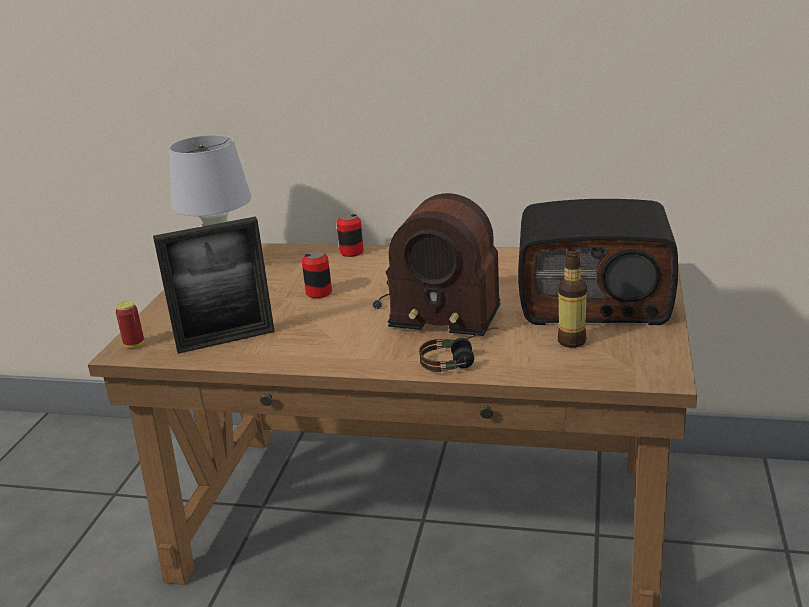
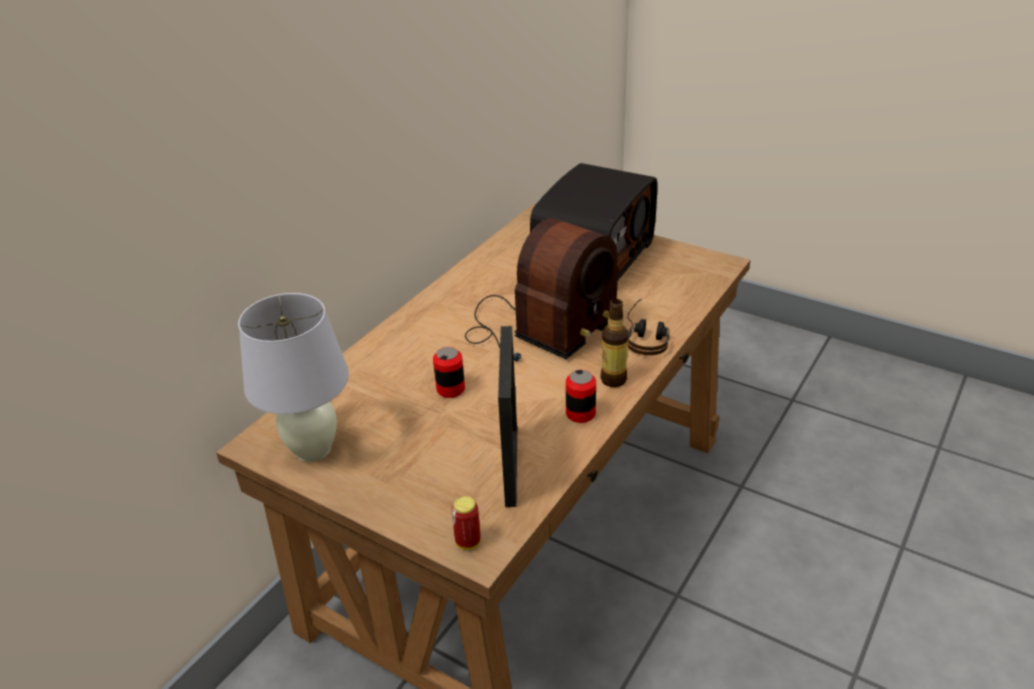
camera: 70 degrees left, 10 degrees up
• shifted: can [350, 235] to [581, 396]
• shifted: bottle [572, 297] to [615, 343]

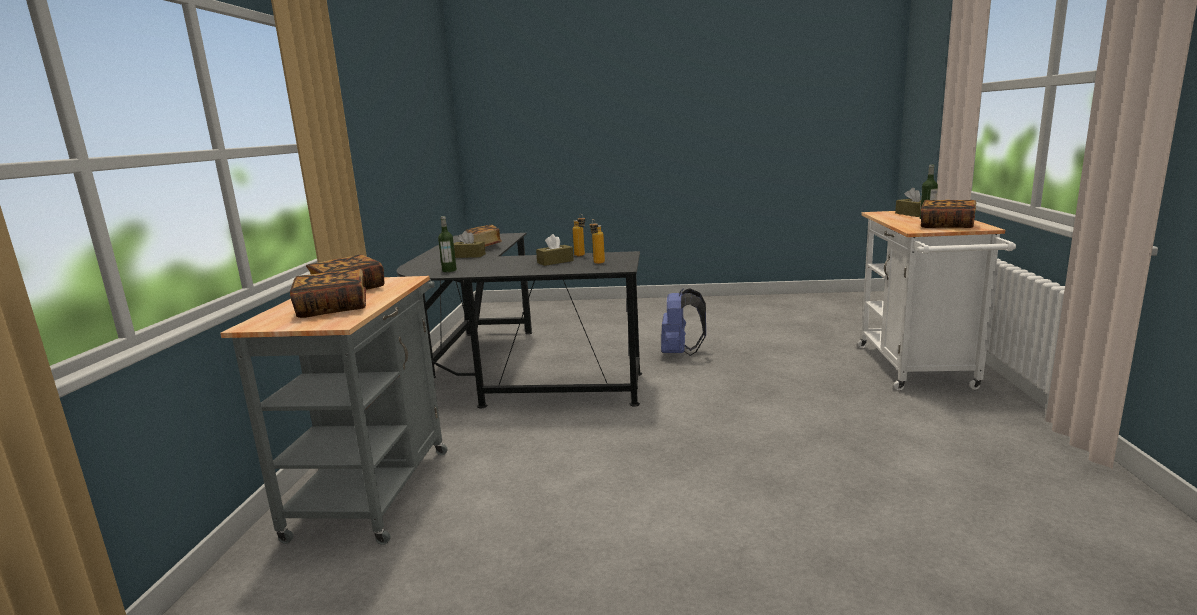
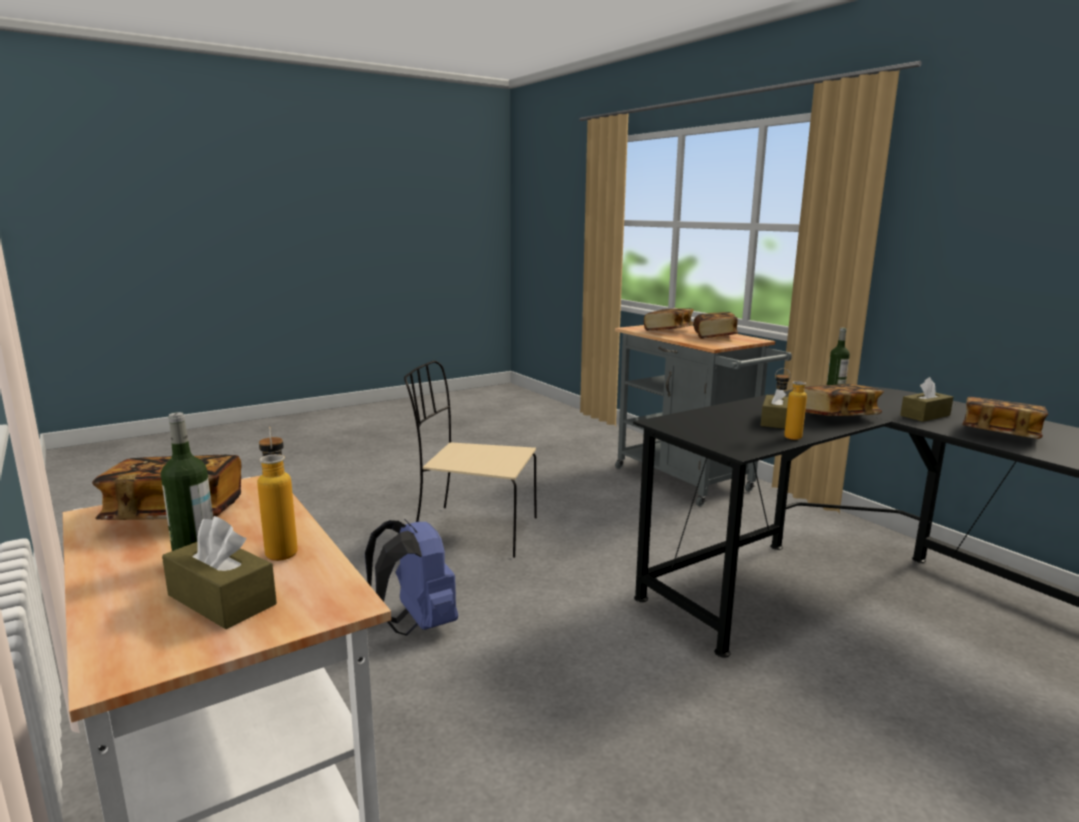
camera: 140 degrees right, 0 degrees up
• new: chair (beige) [470, 459]
• new: book [844, 400]
• shifted: bottle [597, 242] to [277, 494]
• shifted: backpack (blue) [683, 322] to [411, 577]

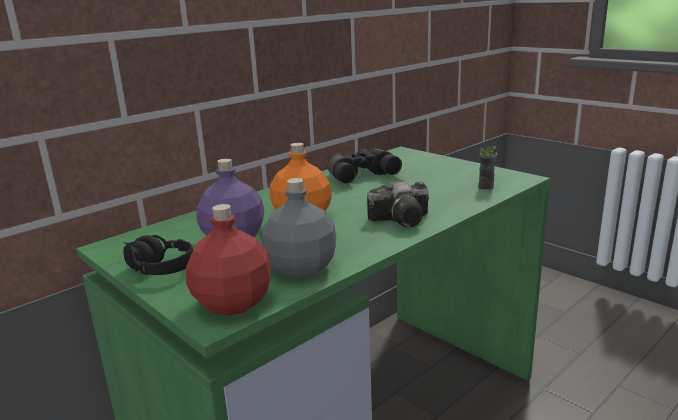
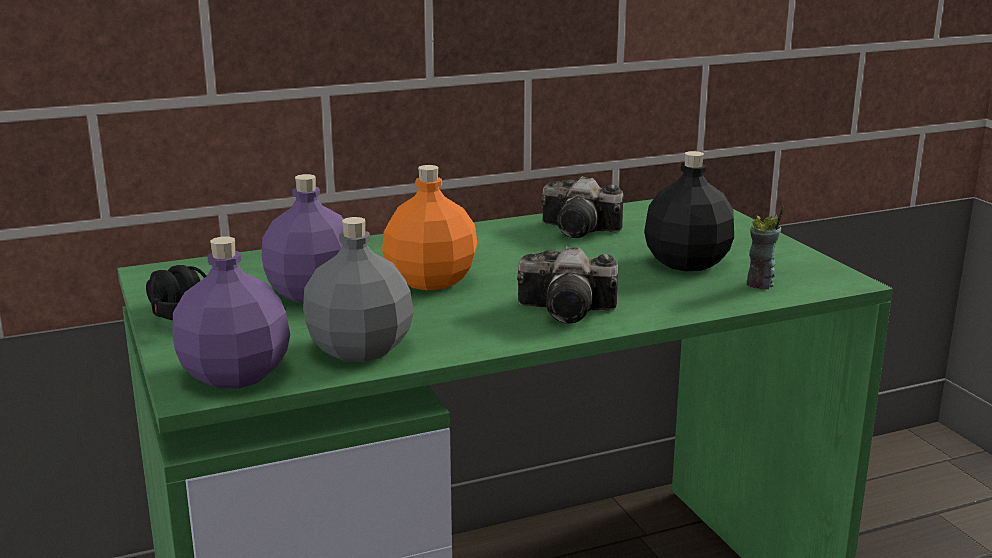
camera: 20 degrees right, 0 degrees up
• new: bottle (black) [689, 211]
• swapped: binoculars (black) [364, 166] to photo camera [582, 207]
• repainted: bottle (red) [228, 259] to bottle (purple) [231, 313]

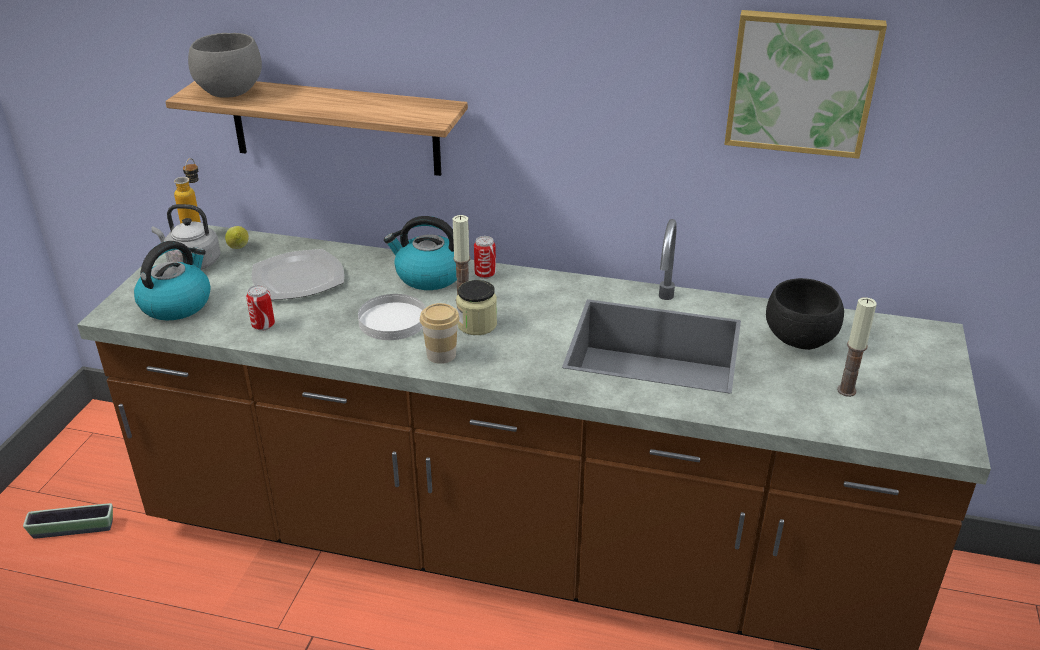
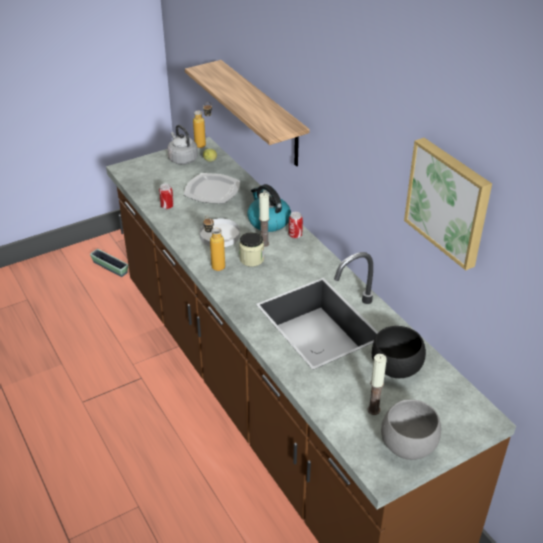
camera: 45 degrees right, 5 degrees up
• gone: kettle [172, 281]
• shifted: bowl (grey) [225, 65] to [411, 429]
• swapped: cup [440, 333] to bottle [214, 243]

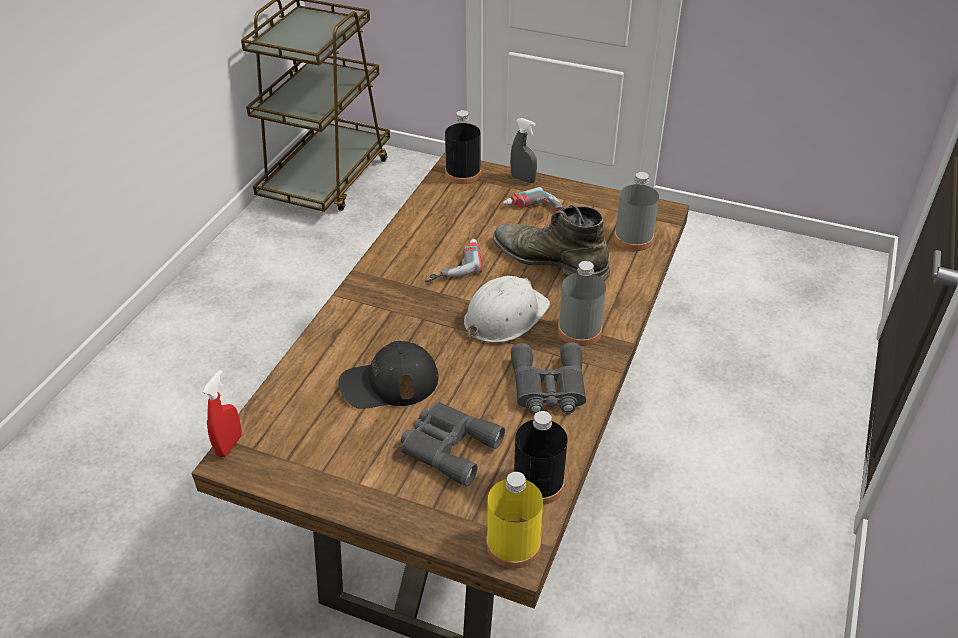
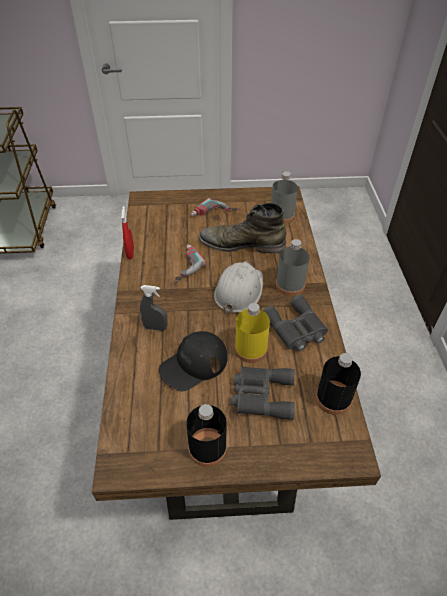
camera: 25 degrees left, 5 degrees up
• shifted: spray bottle (red) [222, 413] to [127, 232]
• shifted: bottle (black) [463, 147] to [206, 435]
• shifted: bottle (yellow) [514, 520] to [252, 333]
• shifted: spray bottle (grey) [523, 150] to [153, 308]

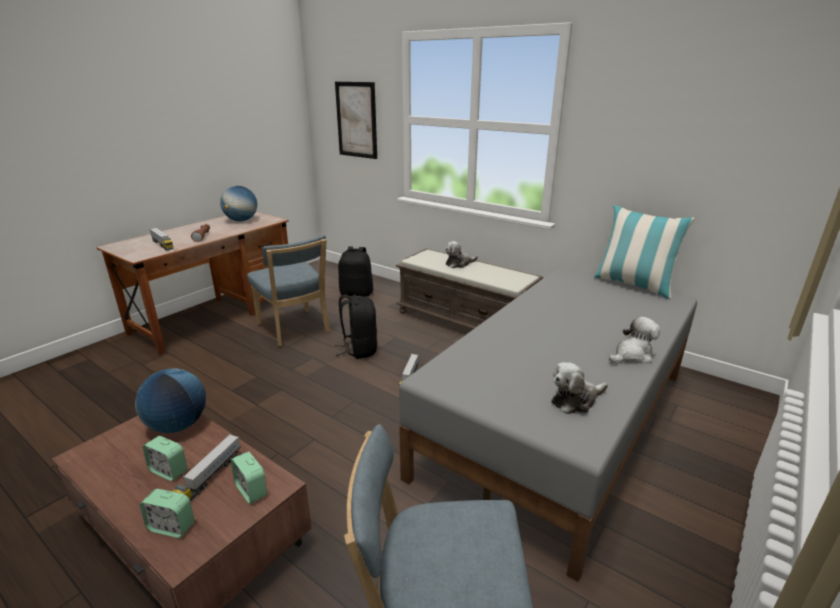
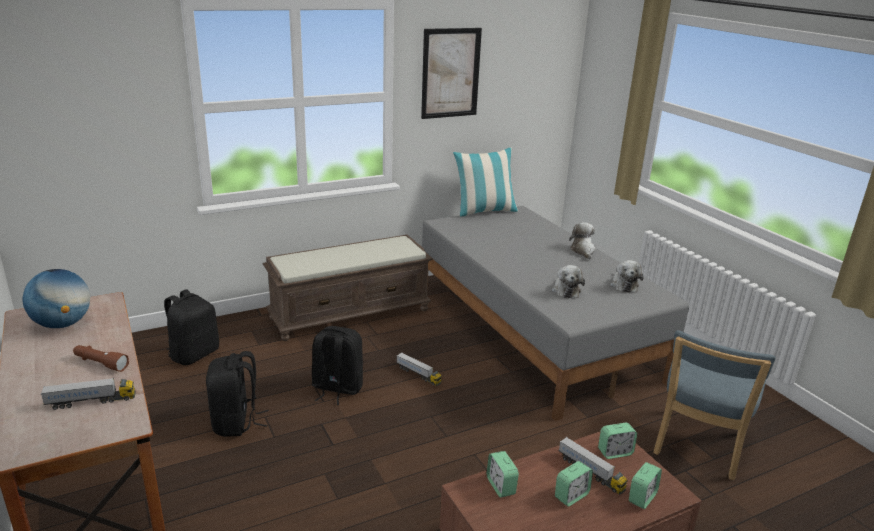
camera: 65 degrees left, 0 degrees up
• shifted: picture [356, 120] to [451, 73]
• shifted: plush toy [461, 254] to [568, 281]
• swapped: globe [170, 401] to alarm clock [503, 474]
• swapped: chair (blue) [288, 290] to backpack (black) [237, 394]

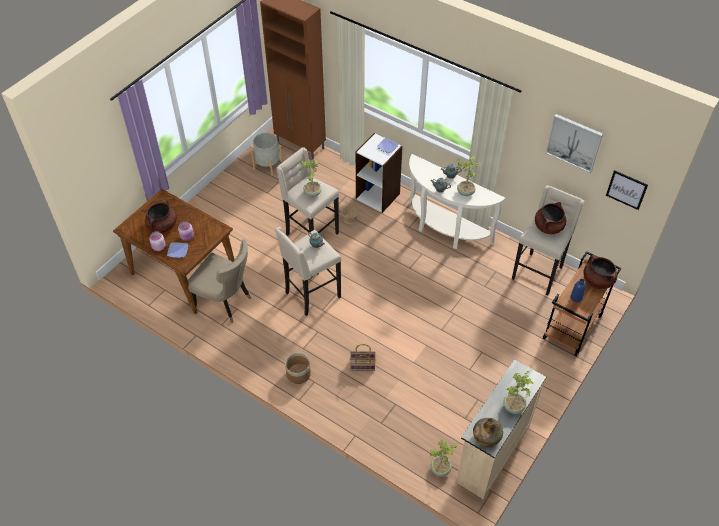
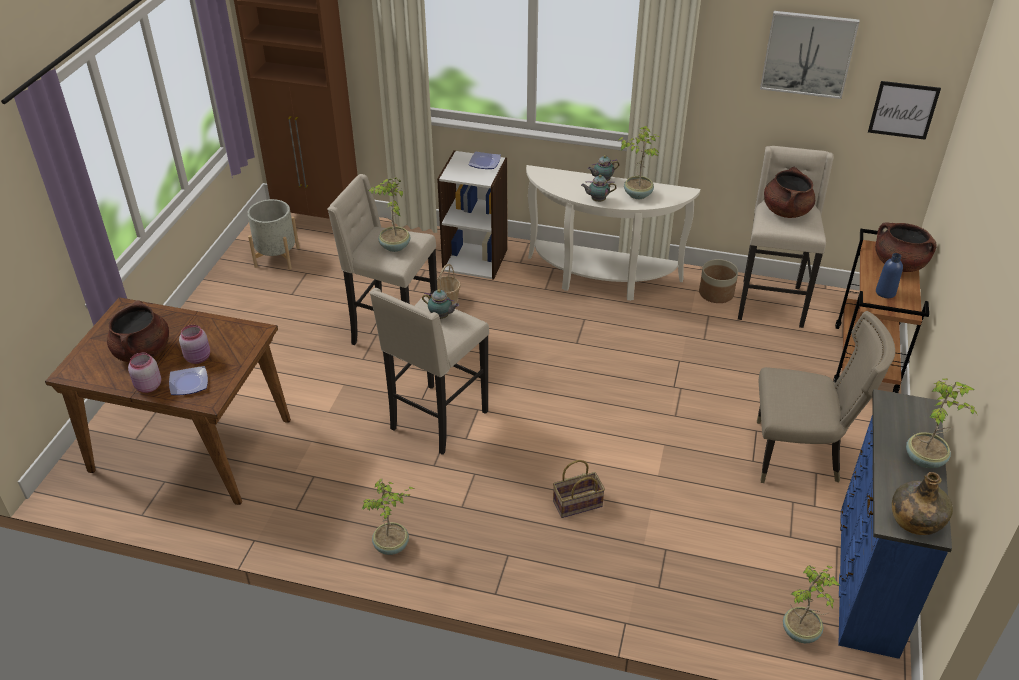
camera: 20 degrees left, 10 degrees down
• new: potted plant [388, 516]
• shifted: chair (beige) [219, 281] to [826, 397]
• shifted: planter [298, 368] to [718, 281]
• repainted: dresser (beige) [501, 429] to dresser (blue) [895, 524]

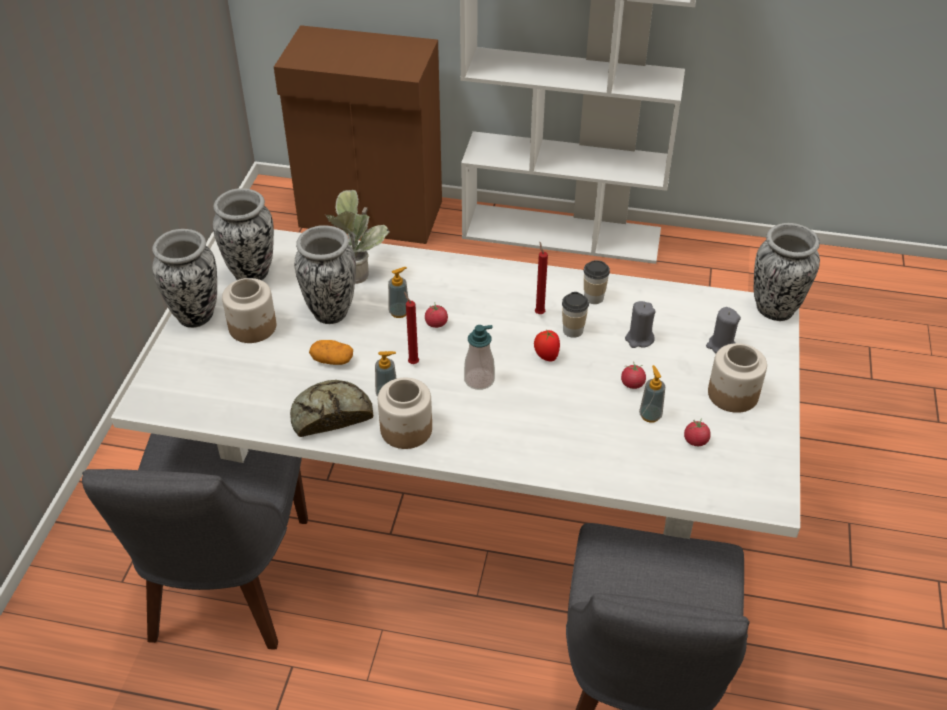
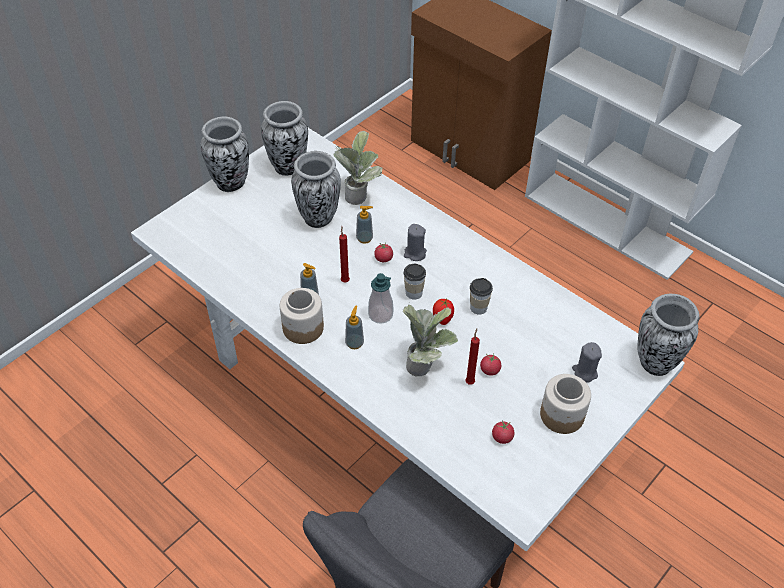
camera: 30 degrees right, 5 degrees up
• gone: chair (grey) [195, 541]
• gone: jar [249, 310]
• gone: bread [331, 408]
• gone: potato [331, 352]
• new: potted plant [430, 339]
• shifted: candle (red) [541, 278] to [472, 356]
• shifted: cup [597, 282] to [415, 282]
• shifted: candle (grey) [640, 324] to [415, 242]
• shifted: soap dispenser [652, 394] to [354, 327]

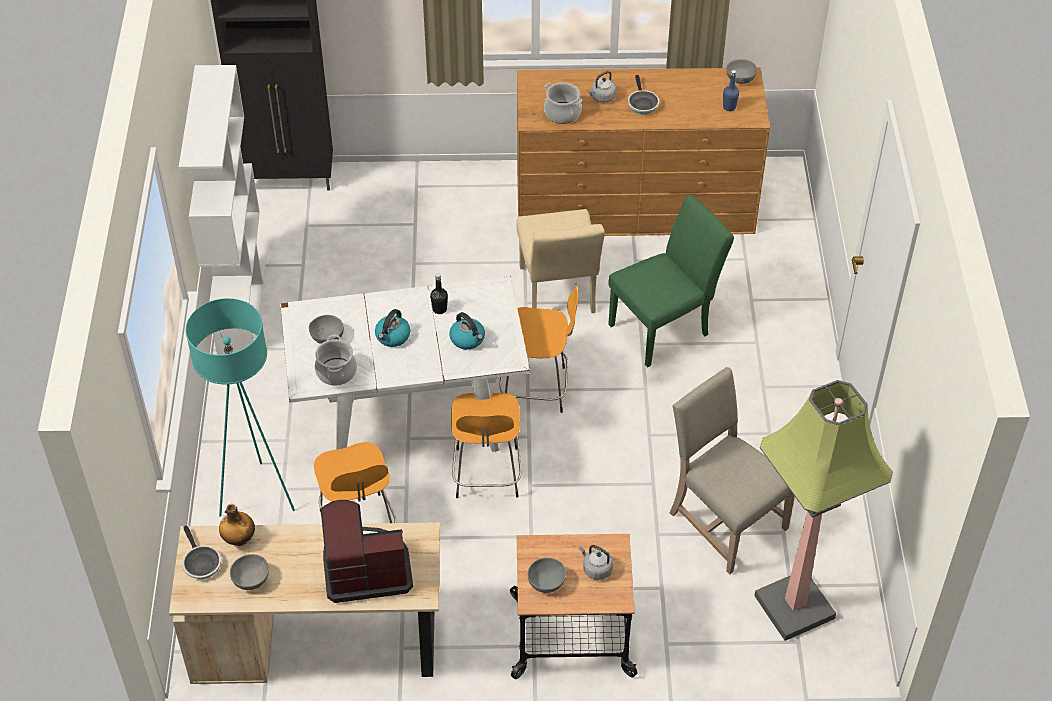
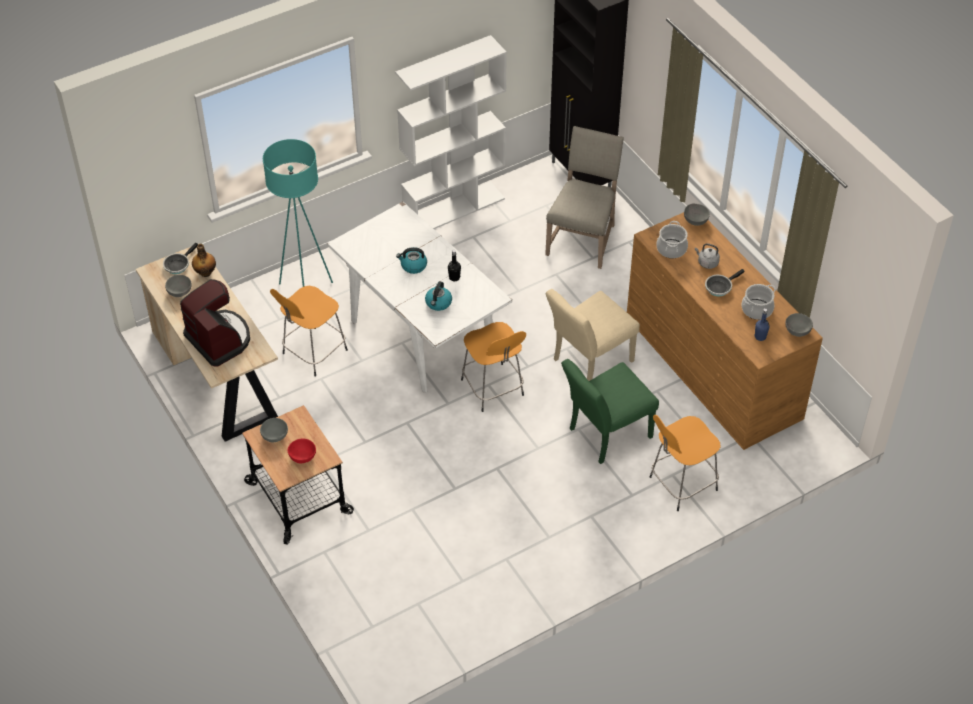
camera: 60 degrees right, 0 degrees up
• gone: floor lamp [823, 510]
• shifted: bowl (grey) [326, 329] to [697, 214]
• shifted: cooking pot [336, 360] to [759, 302]
• shifted: stool (orange) [486, 445] to [685, 463]
• shifted: chair (beige) [732, 470] to [584, 197]
• swapped: kettle (grey) [596, 562] to bowl (red) [302, 451]
• rotated: chair (green) [671, 281] = [610, 411] 120 degrees clockwise

